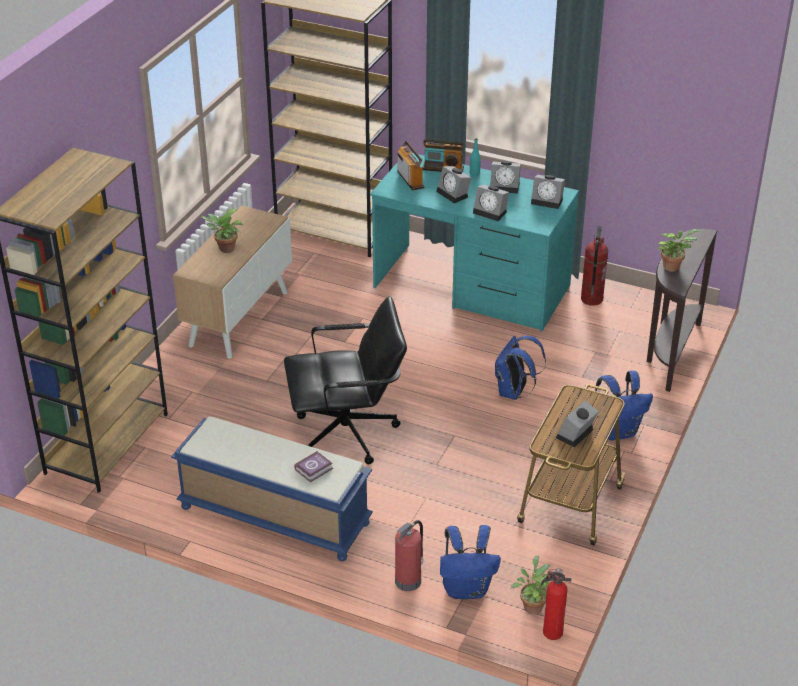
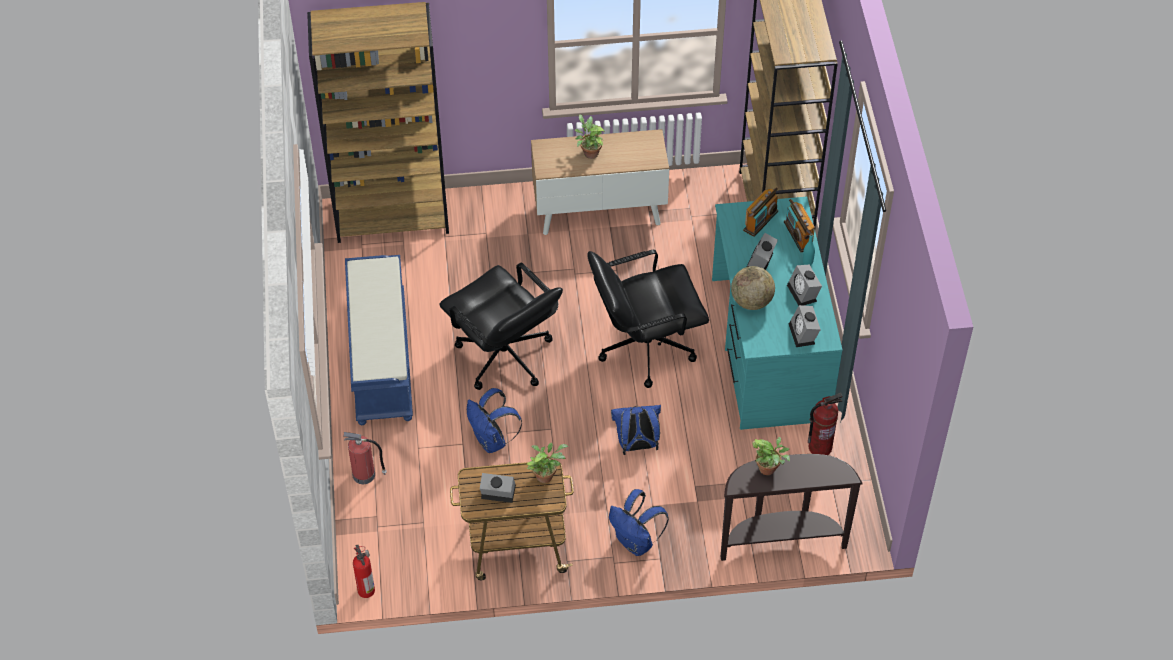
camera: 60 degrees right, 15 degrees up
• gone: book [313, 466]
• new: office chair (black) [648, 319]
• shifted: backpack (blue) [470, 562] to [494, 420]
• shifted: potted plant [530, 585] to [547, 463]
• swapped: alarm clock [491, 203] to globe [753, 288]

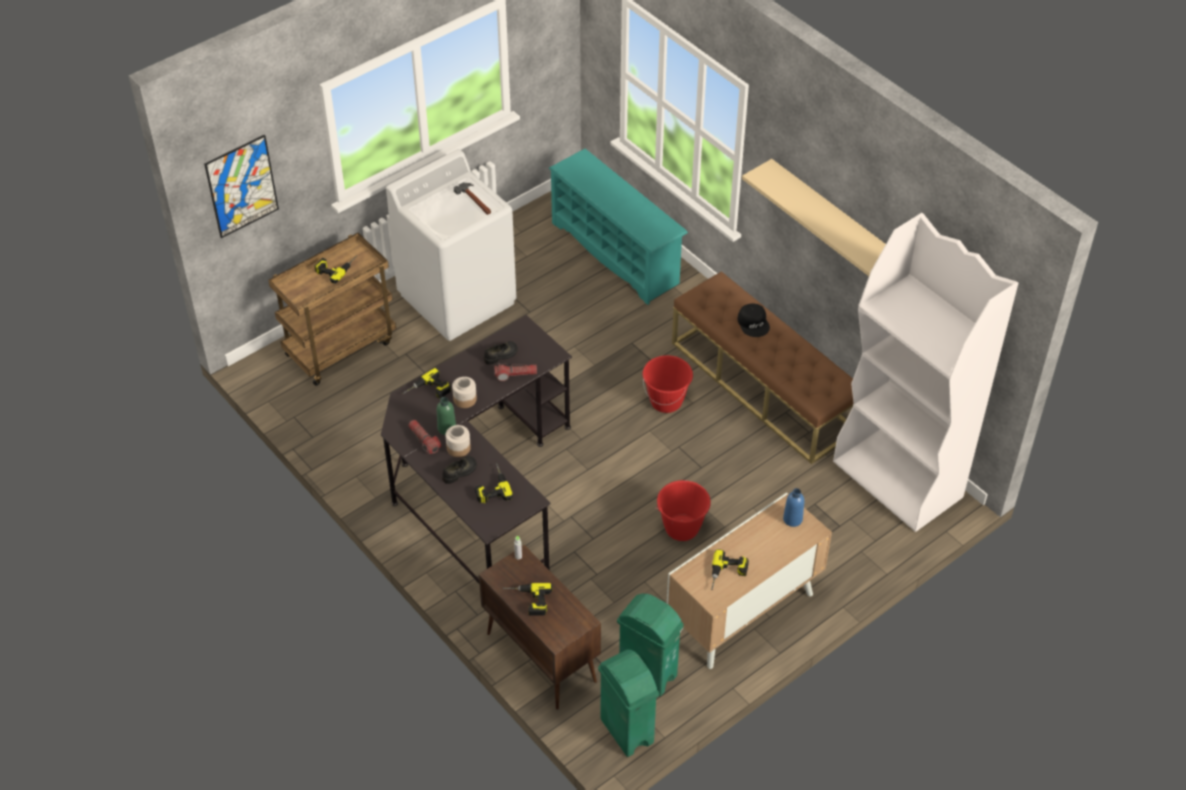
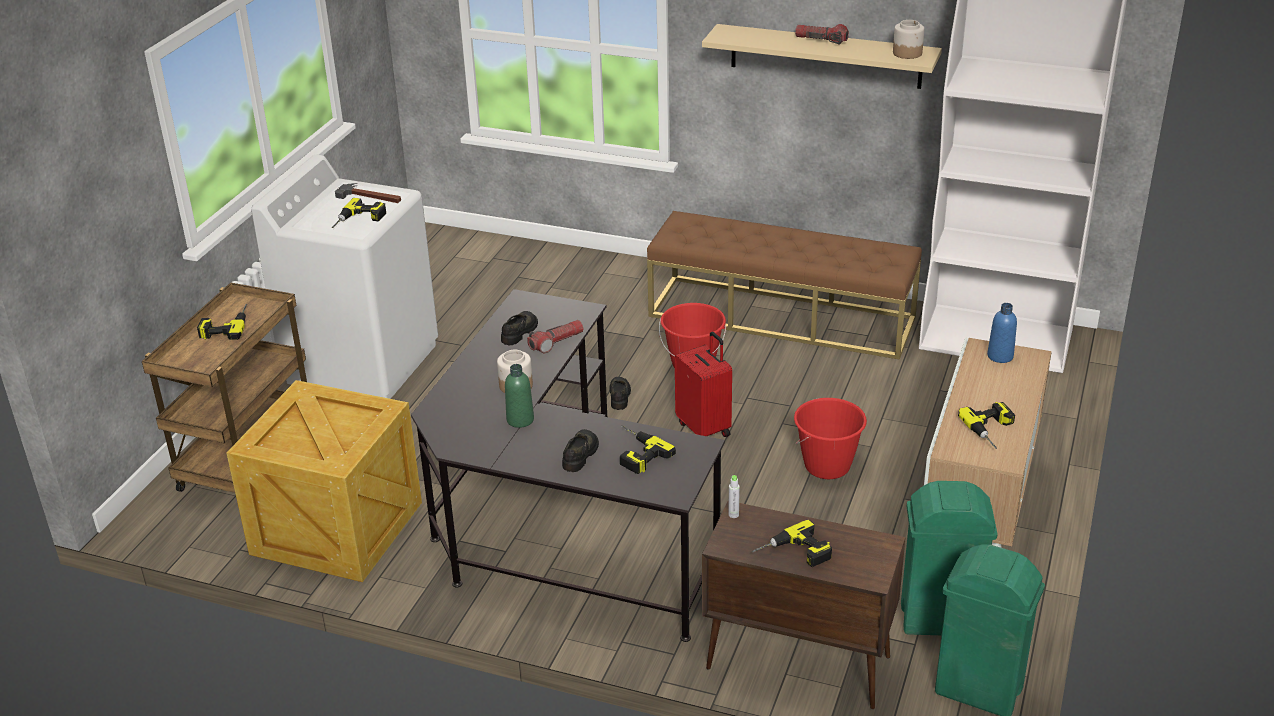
camera: 30 degrees left, 15 degrees down
• gone: picture [241, 186]
• gone: shoe rack (turquoise) [618, 227]
• gone: cap (black) [754, 320]
• new: crate [324, 481]
• new: shoe (black) [620, 393]
• new: suitcase (red) [703, 384]
• shifted: power drill [427, 383] to [359, 213]
• shifted: flashlight [424, 437] to [822, 34]
• shifted: jar [458, 441] to [908, 39]

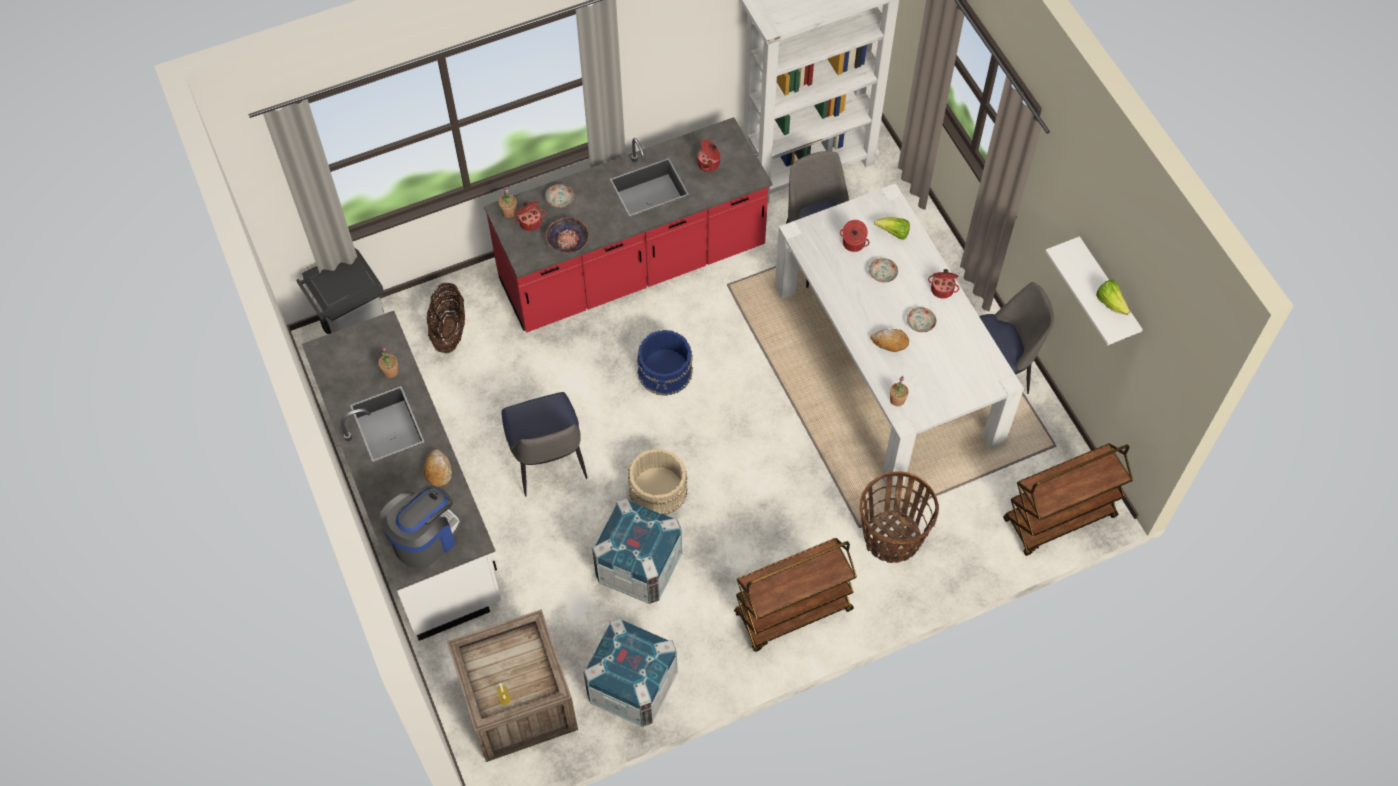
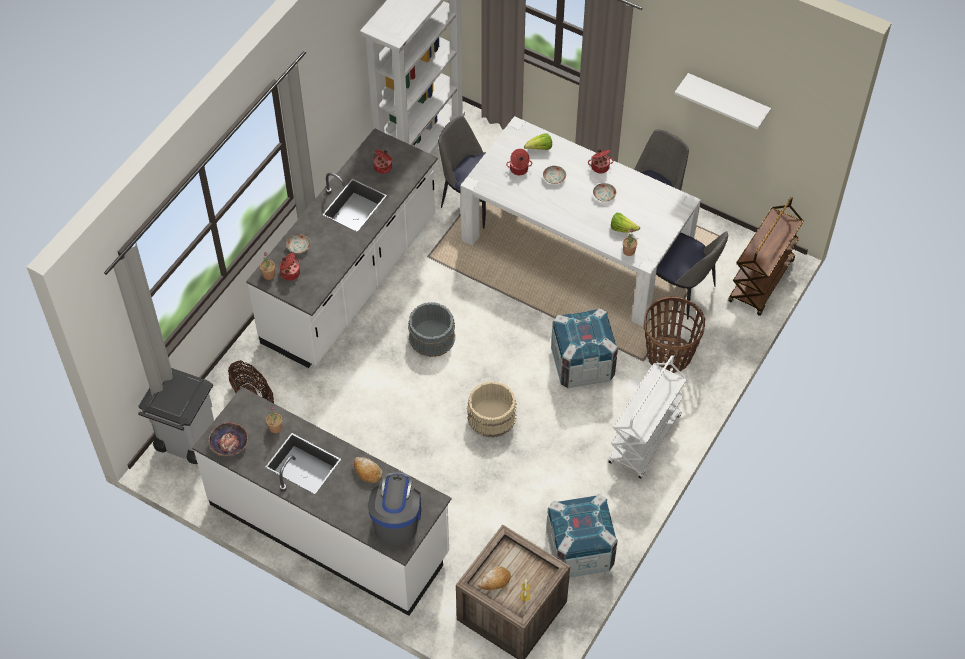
camera: 35 degrees left, 5 degrees down
• shifted: chair [544, 444] to [692, 275]
• shifted: bowl [567, 235] to [228, 439]
• shifted: crate [637, 551] to [584, 348]
• shifted: bread [889, 340] to [494, 578]
• shifted: lettuce [1113, 297] to [625, 223]
• repainted: counter (red) [628, 225] to counter (white) [342, 248]
• repainted: bucket (blue) [665, 363] to bucket (grey) [431, 329]
• repainted: cart (brown) [795, 595] to cart (white) [647, 417]

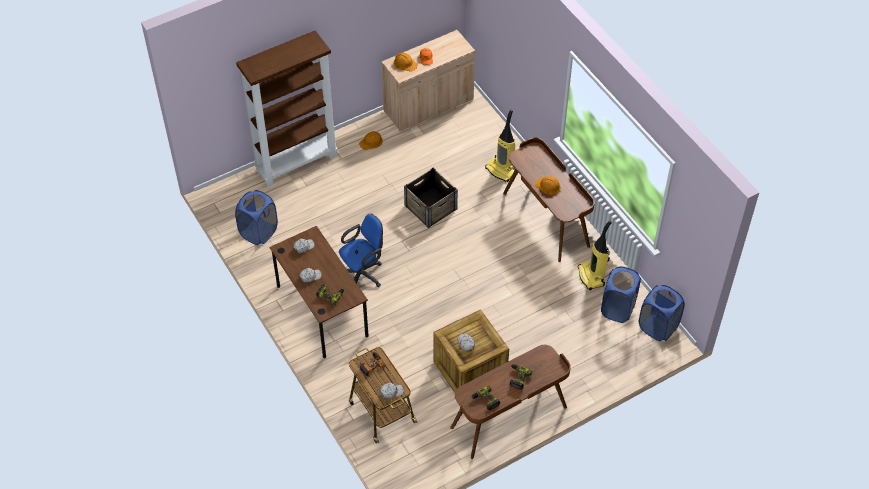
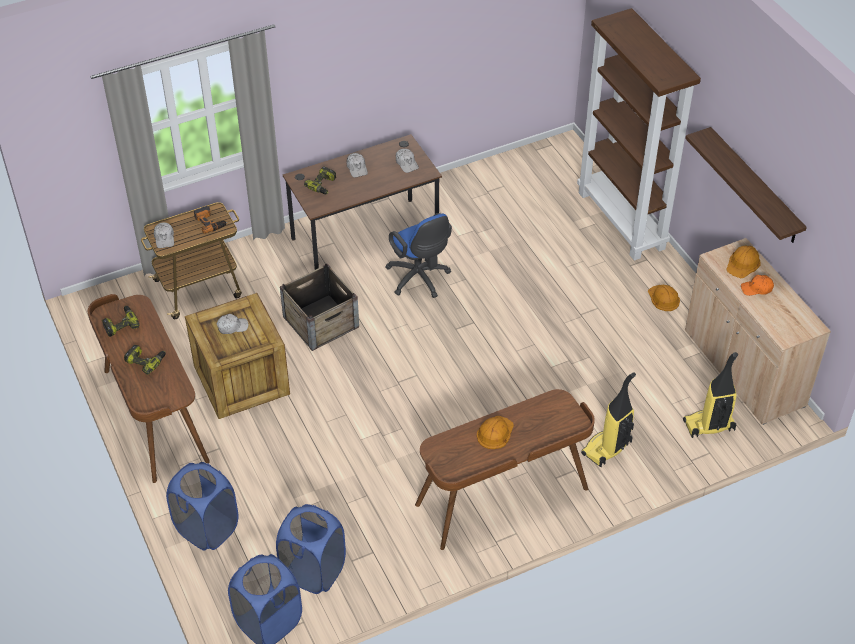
camera: 95 degrees right, 5 degrees down
• new: shelf [746, 185]
• shifted: laundry basket (blue) [256, 217] to [202, 506]
• shifted: crate [431, 198] to [319, 307]
• shifted: vacuum cleaner [595, 255] to [710, 395]

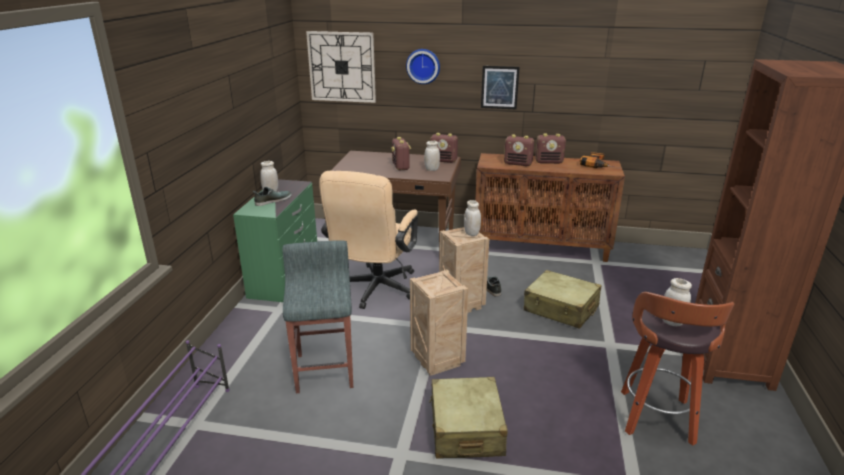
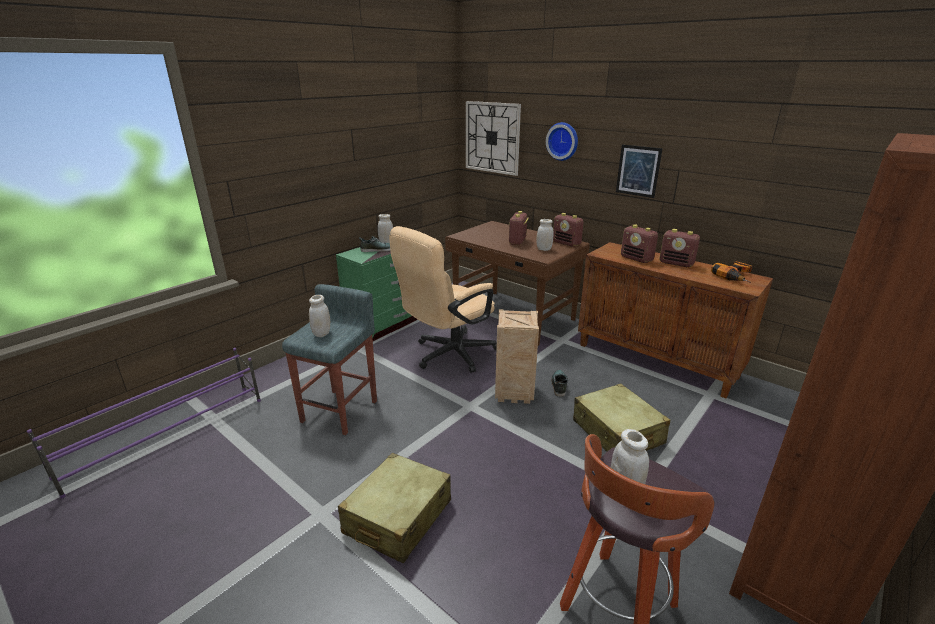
camera: 30 degrees right, 0 degrees up
• gone: crate [439, 323]
• shifted: jar (white) [472, 218] to [319, 316]

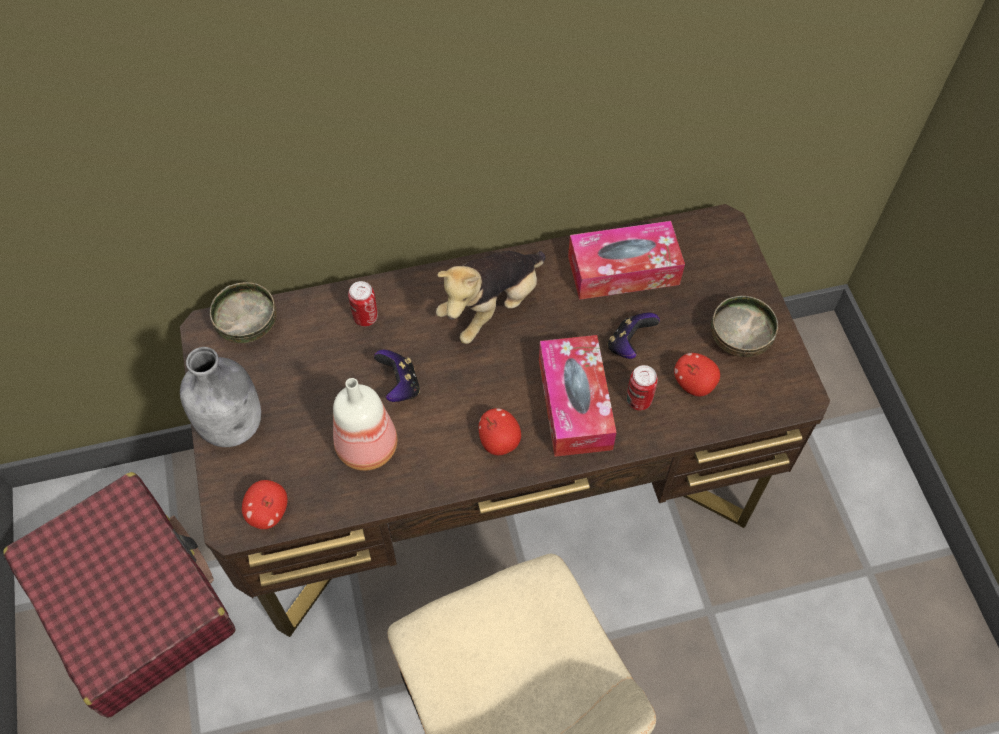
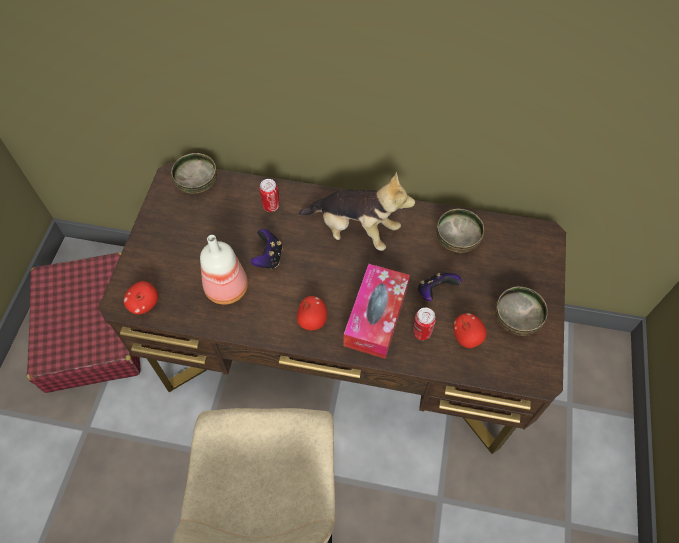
camera: 25 degrees right, 0 degrees up
• gone: bottle (grey) [220, 397]
• swapped: tissue box [626, 260] to bowl [460, 231]
• rotated: plush toy [491, 297] = [357, 211] 135 degrees counterclockwise

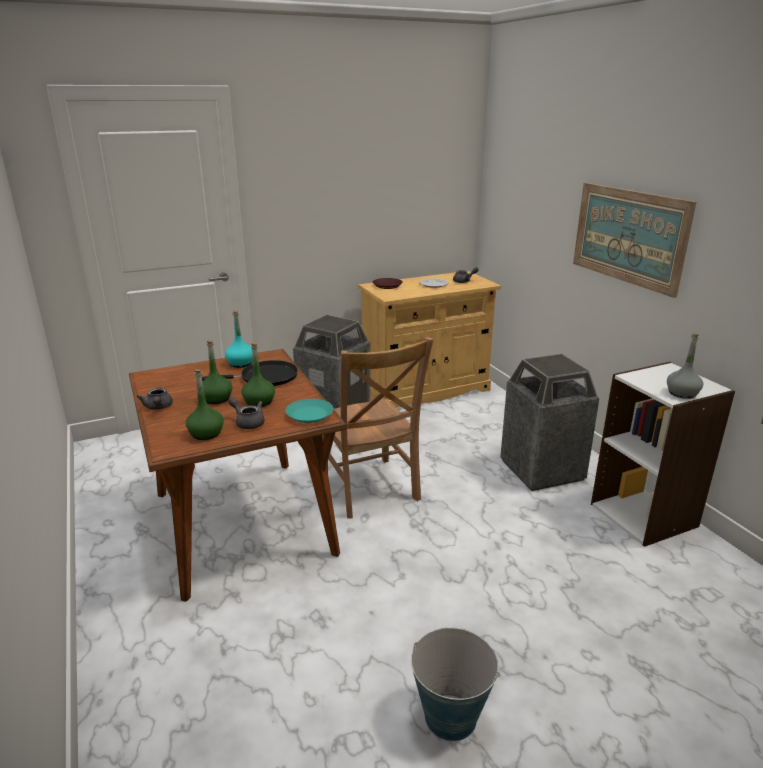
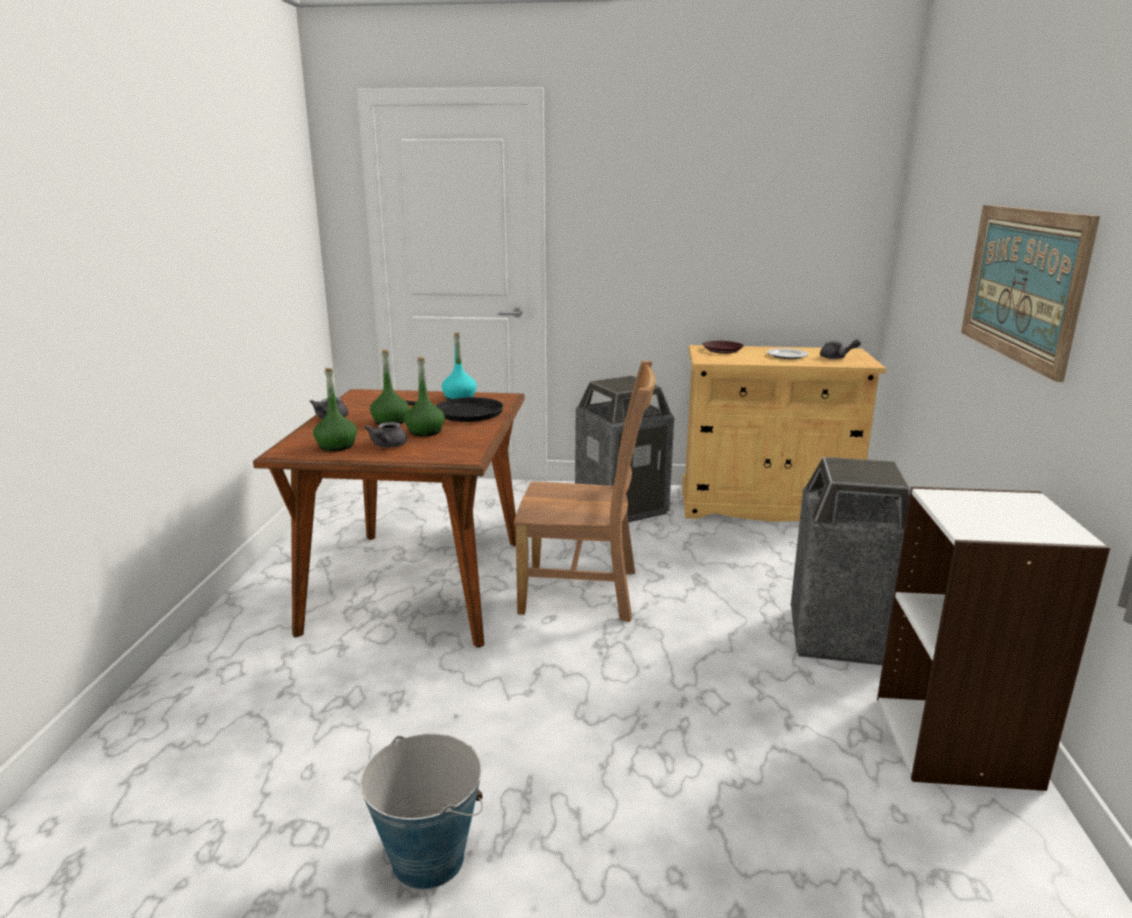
camera: 30 degrees right, 5 degrees down
• gone: plate (turquoise) [310, 411]
• gone: bottle (grey) [685, 366]
• rotated: teapot (grey) [246, 413] = [385, 435] 150 degrees counterclockwise
• rotated: chair (brown) [378, 428] = [585, 491] 90 degrees counterclockwise

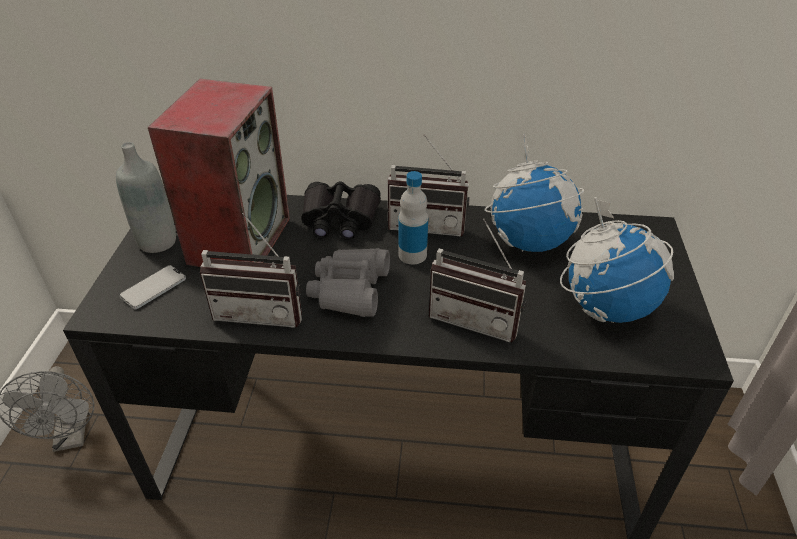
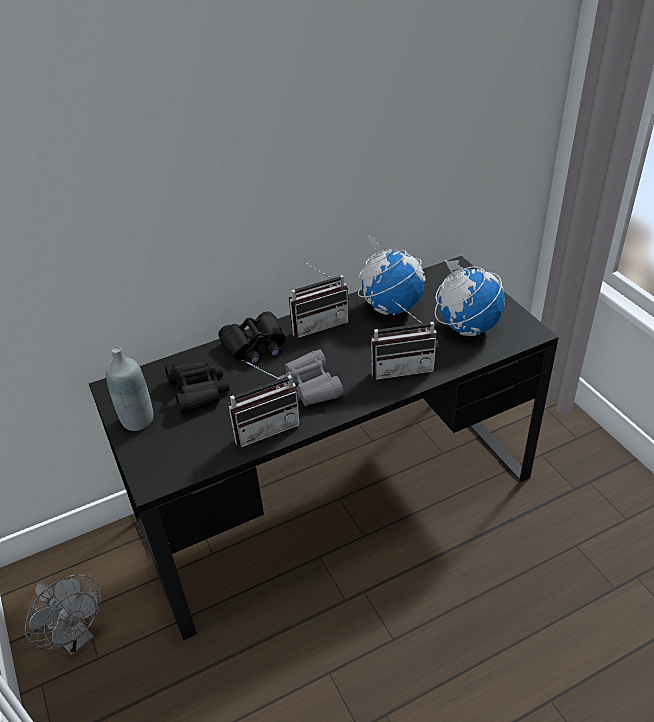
camera: 30 degrees left, 0 degrees up
• gone: phone [152, 287]
• gone: bottle [413, 217]
• swapped: speaker [219, 173] to binoculars (black) [197, 386]

